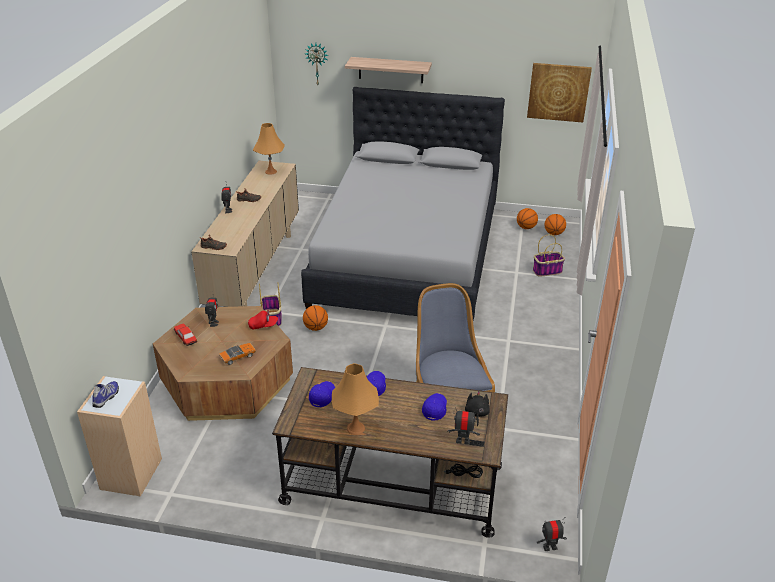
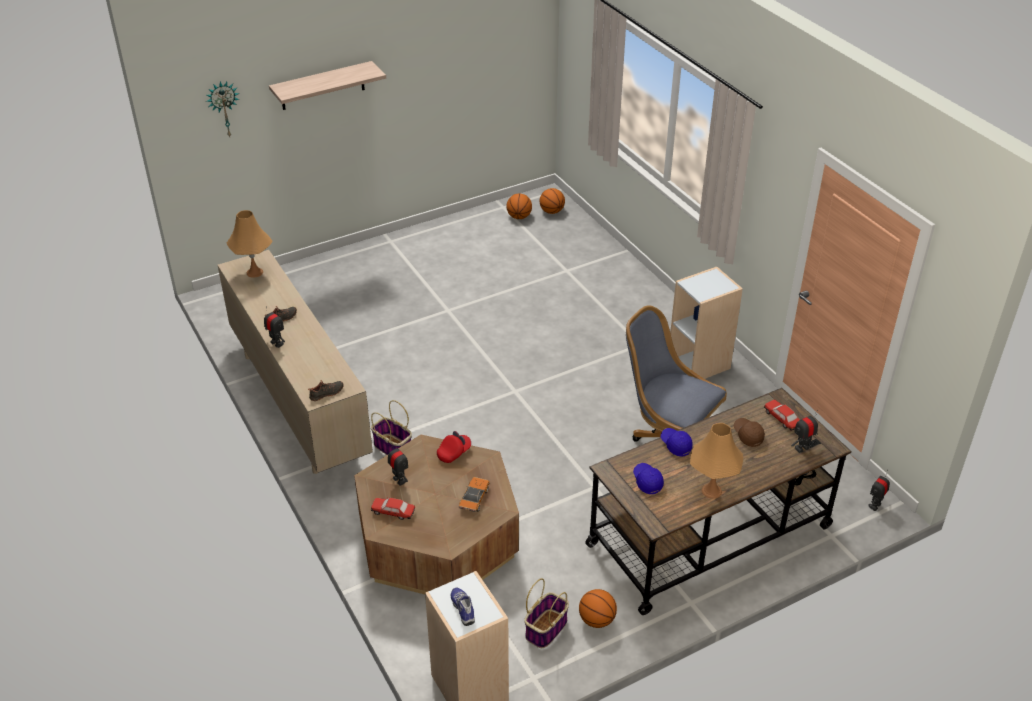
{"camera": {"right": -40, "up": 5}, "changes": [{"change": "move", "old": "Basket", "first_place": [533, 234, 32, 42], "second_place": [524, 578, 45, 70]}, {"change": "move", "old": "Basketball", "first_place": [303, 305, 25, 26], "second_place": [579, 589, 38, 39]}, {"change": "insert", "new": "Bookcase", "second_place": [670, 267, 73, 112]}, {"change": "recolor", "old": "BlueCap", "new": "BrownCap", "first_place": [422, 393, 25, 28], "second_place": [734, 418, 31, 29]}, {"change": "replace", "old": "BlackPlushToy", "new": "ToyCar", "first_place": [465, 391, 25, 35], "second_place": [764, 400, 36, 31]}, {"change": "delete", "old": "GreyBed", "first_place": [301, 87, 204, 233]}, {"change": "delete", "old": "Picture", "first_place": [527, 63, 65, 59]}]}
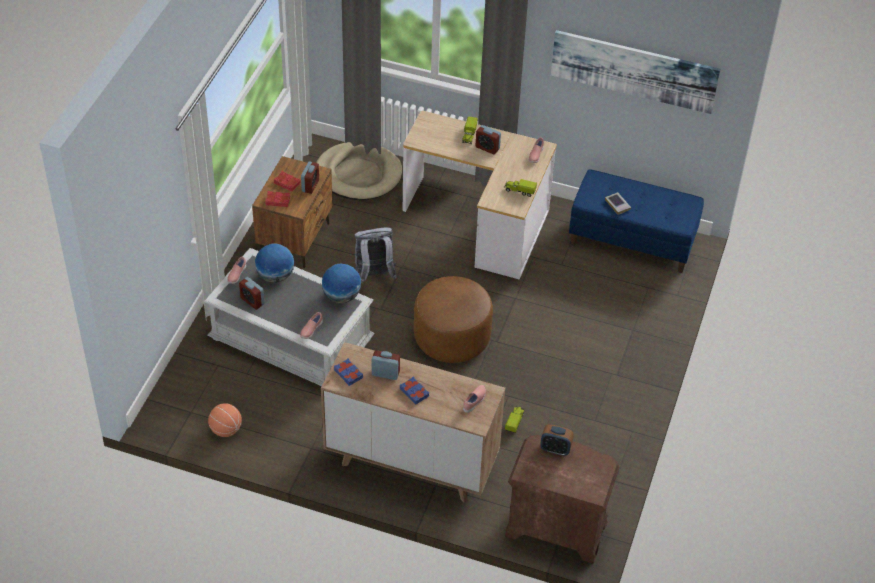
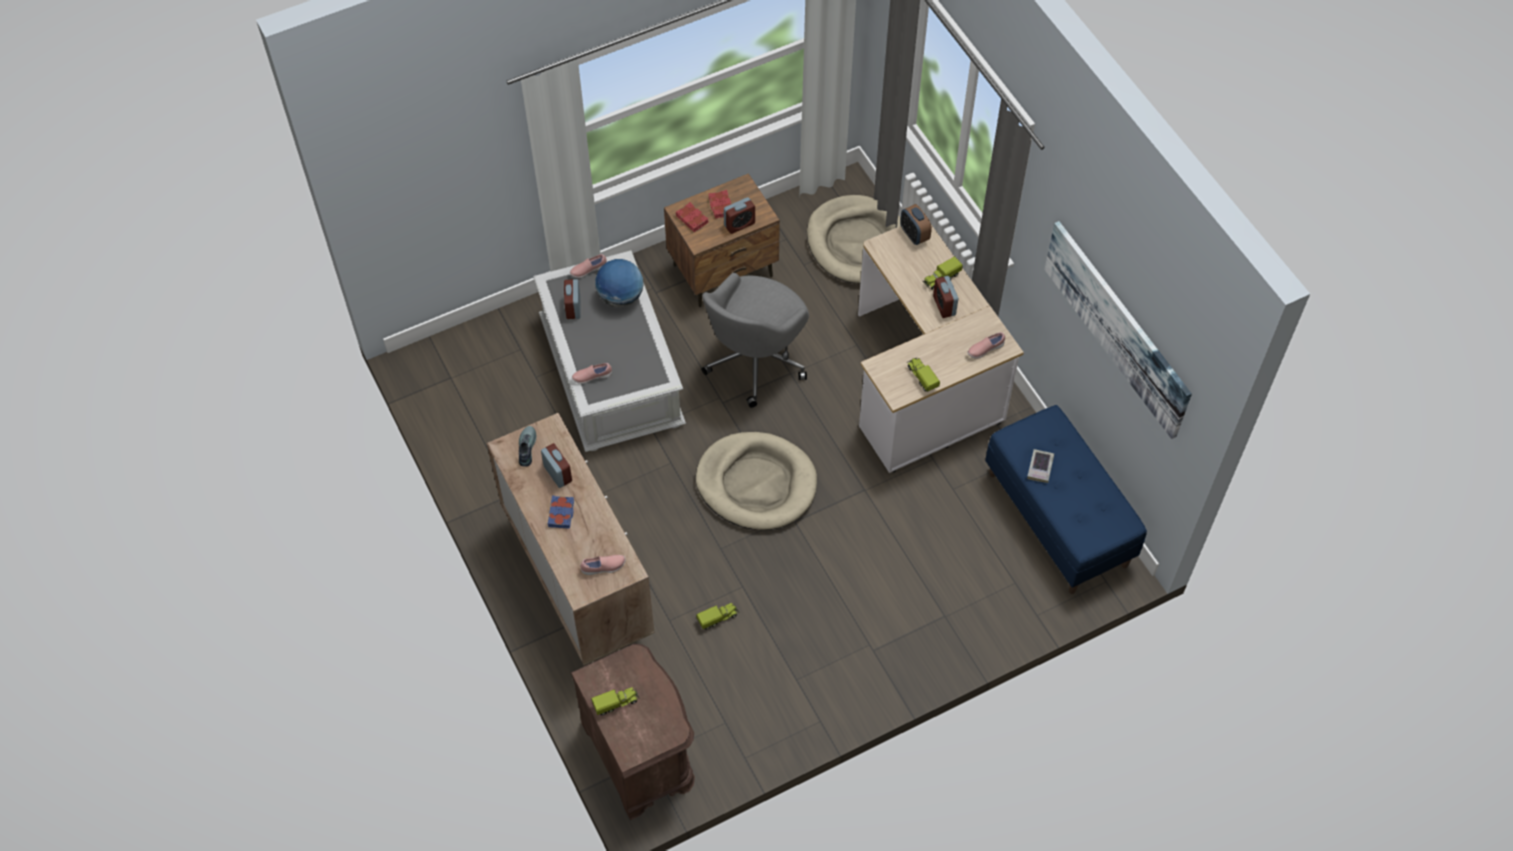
{"camera": {"right": 45, "up": 10}, "changes": [{"change": "replace", "old": "BlueBook", "new": "Shoe", "first_place": [334, 359, 29, 27], "second_place": [519, 426, 17, 41]}, {"change": "insert", "new": "ToyTruck", "second_place": [591, 687, 49, 28]}, {"change": "replace", "old": "BrownOttoman", "new": "BeigeDogBed", "first_place": [414, 276, 79, 87], "second_place": [696, 432, 121, 98]}, {"change": "replace", "old": "GreyBackpack", "new": "GreyOfficeChair", "first_place": [354, 228, 43, 56], "second_place": [701, 273, 108, 135]}, {"change": "move", "old": "AlarmClock", "first_place": [540, 424, 34, 32], "second_place": [900, 204, 32, 41]}, {"change": "delete", "old": "Basketball", "first_place": [208, 403, 34, 34]}, {"change": "delete", "old": "Globe", "first_place": [322, 264, 39, 39]}]}
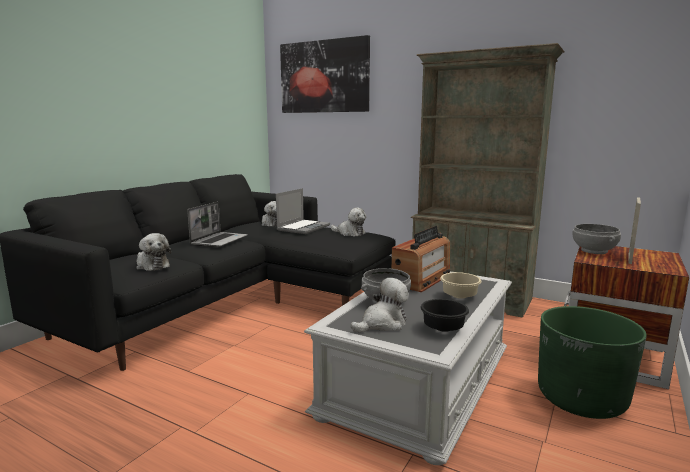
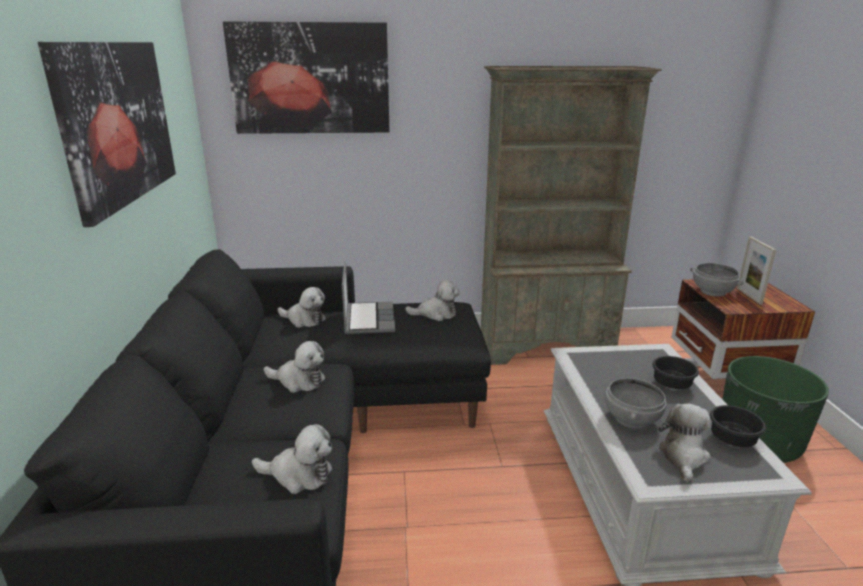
{"camera": {"right": -35, "up": 10}, "changes": [{"change": "insert", "new": "Picture", "second_place": [38, 42, 138, 185]}, {"change": "replace", "old": "Laptop", "new": "PlushToy", "first_place": [187, 201, 61, 46], "second_place": [264, 341, 61, 52]}, {"change": "recolor", "old": "BeigeBowl", "new": "BlackBowl", "first_place": [440, 272, 41, 27], "second_place": [652, 356, 47, 33]}, {"change": "delete", "old": "Radio", "first_place": [391, 226, 59, 66]}]}
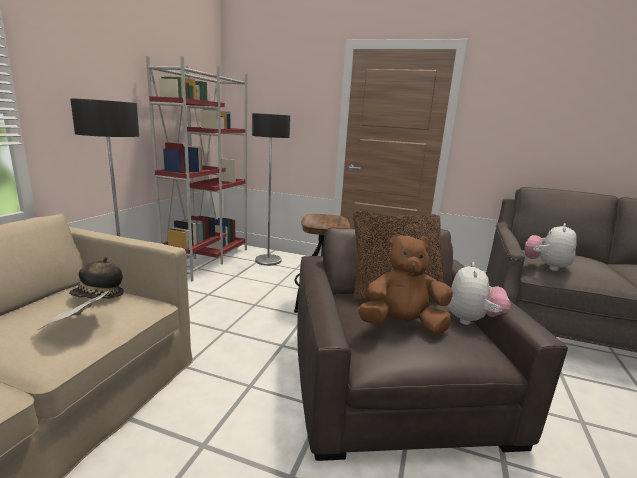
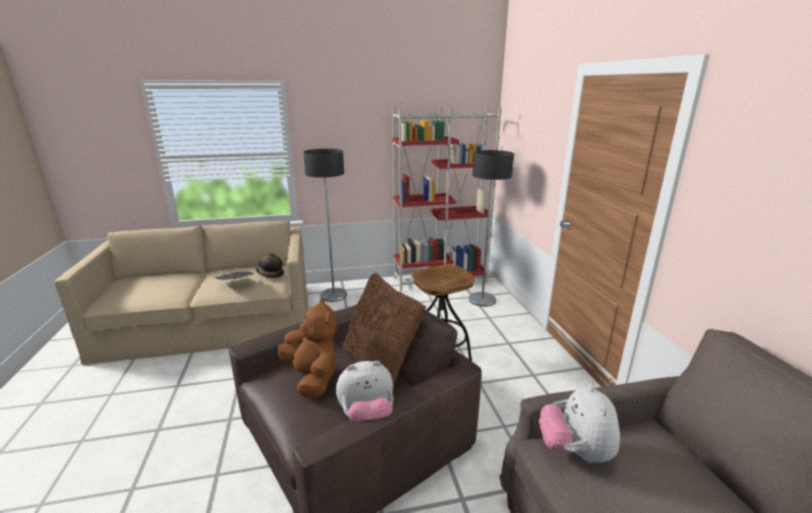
{"camera": {"right": 60, "up": 5}, "changes": [{"change": "rotate", "old": "PlushToy", "first_place": [525, 223, 52, 48], "second_place": [539, 384, 81, 79], "degrees": -90}]}
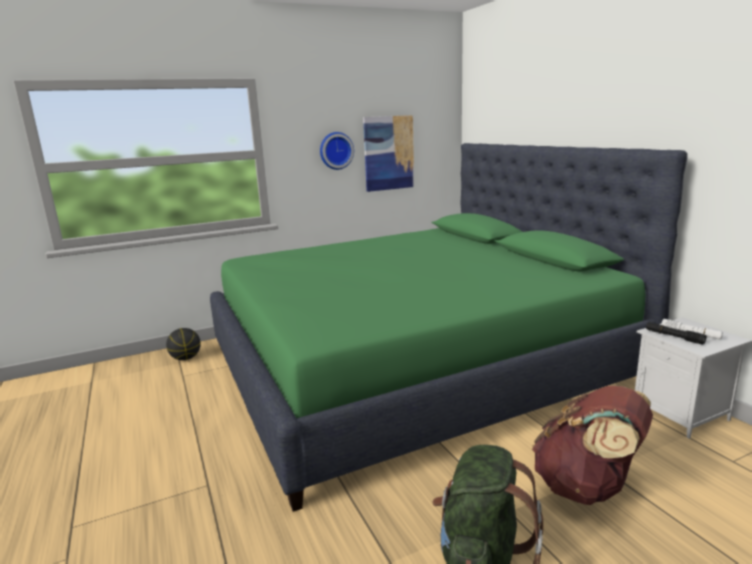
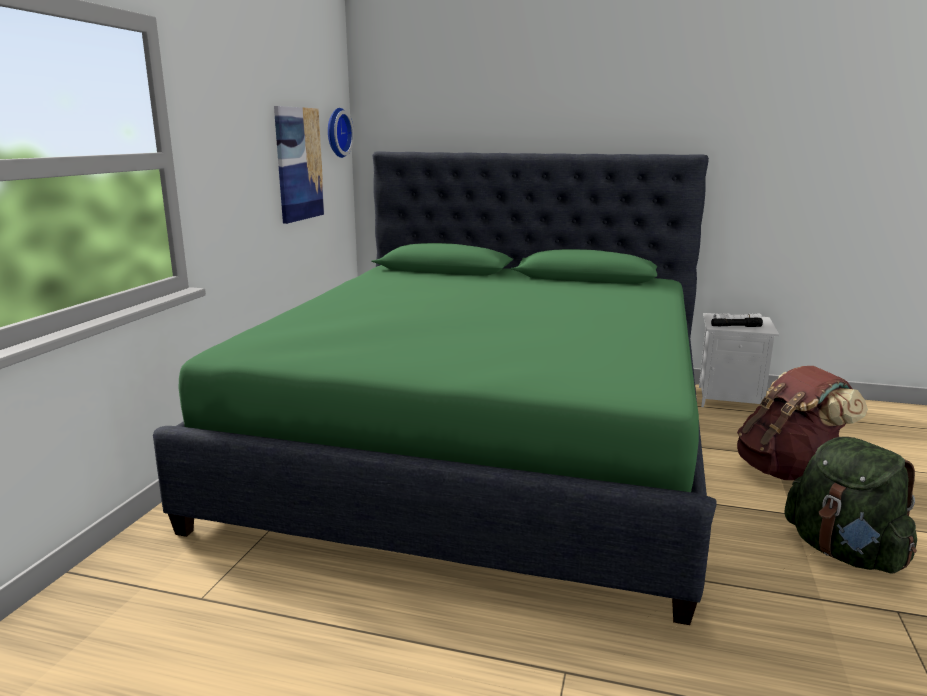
{"camera": {"right": -50, "up": 0}, "changes": [{"change": "move", "old": "WallClock", "first_place": [320, 132, 34, 38], "second_place": [328, 108, 26, 50]}, {"change": "delete", "old": "Basketball", "first_place": [166, 328, 35, 32]}]}
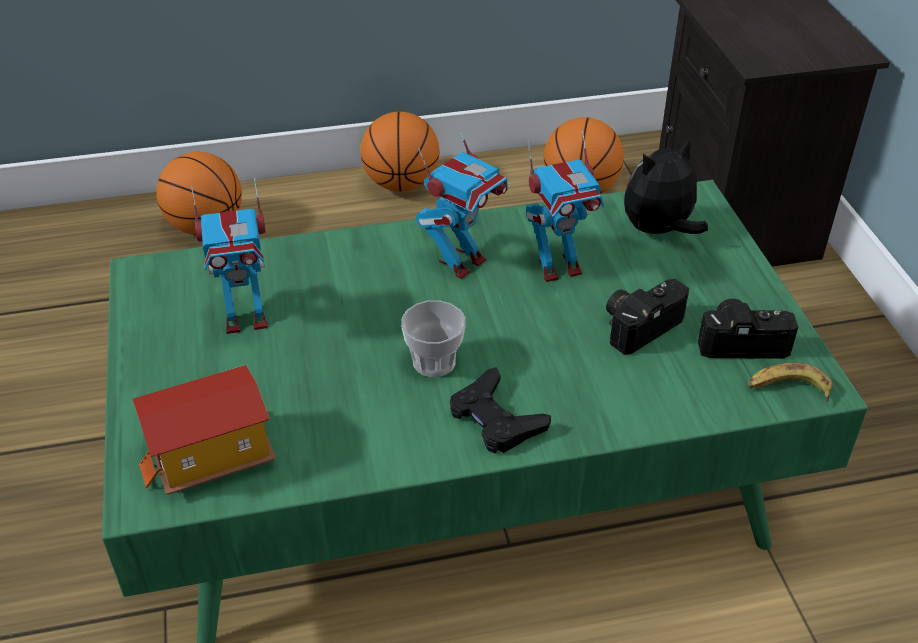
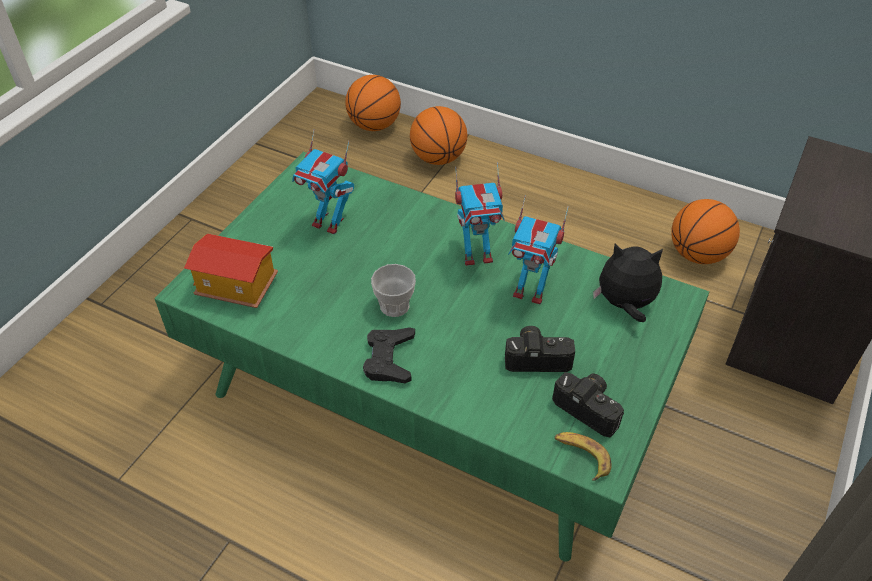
{"camera": {"right": 40, "up": 5}, "changes": [{"change": "move", "old": "Basketball", "first_place": [360, 112, 79, 79], "second_place": [345, 75, 56, 56]}]}
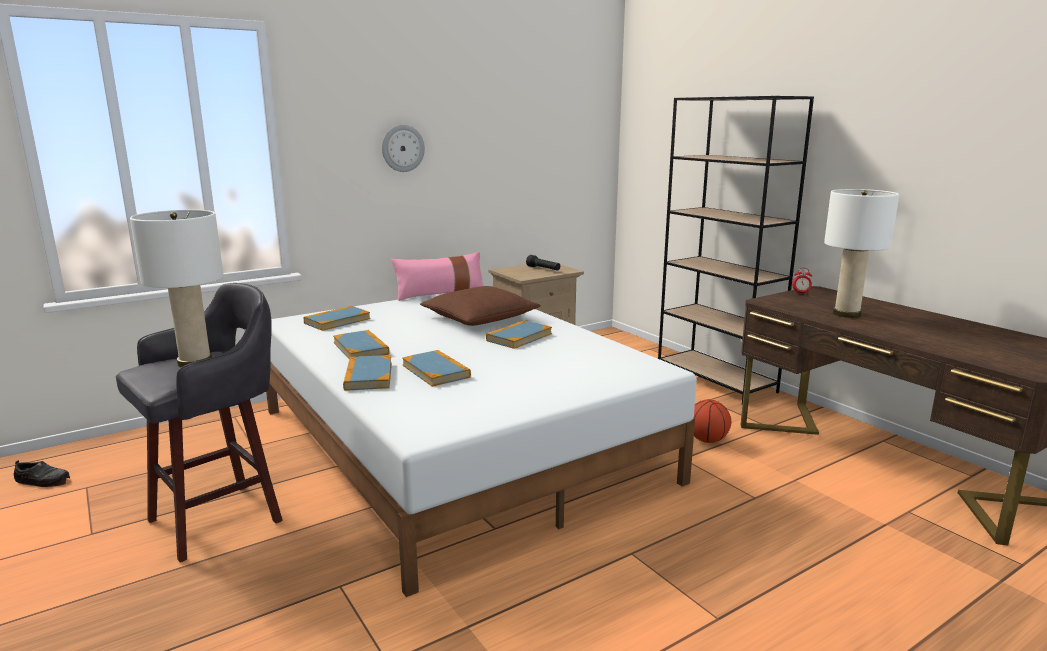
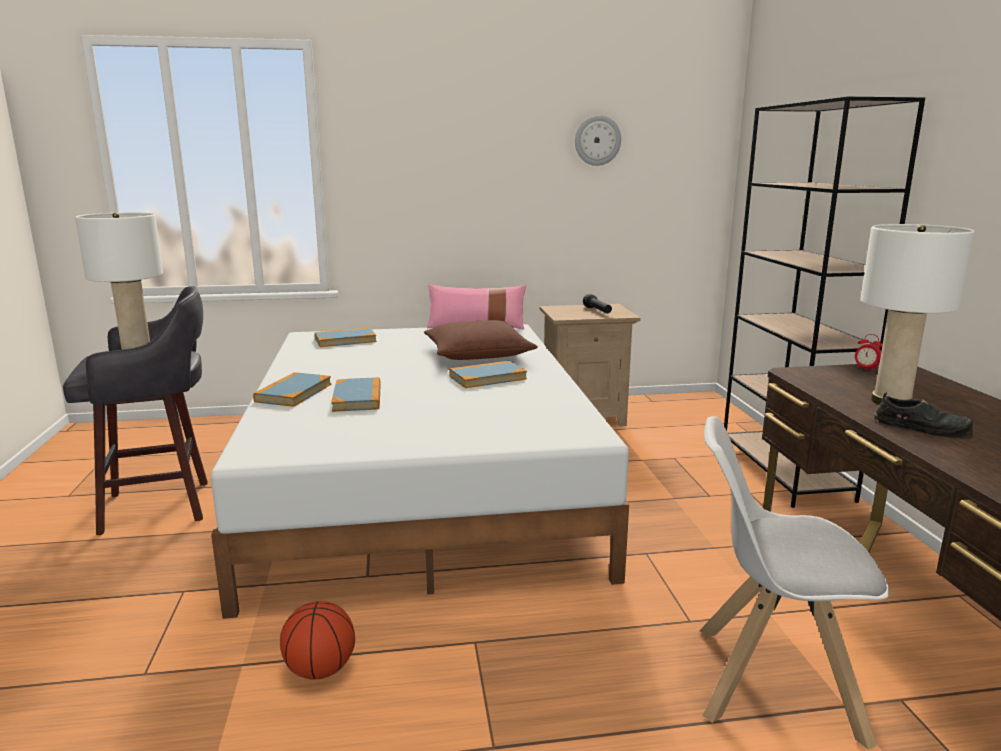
{"camera": {"right": 25, "up": 0}, "changes": [{"change": "move", "old": "Basketball", "first_place": [693, 399, 38, 44], "second_place": [280, 601, 75, 79]}, {"change": "move", "old": "WallClock", "first_place": [382, 125, 43, 47], "second_place": [575, 115, 46, 51]}, {"change": "insert", "new": "Chair", "second_place": [700, 416, 190, 334]}, {"change": "move", "old": "BlackShoe", "first_place": [14, 460, 56, 27], "second_place": [874, 392, 99, 47]}, {"change": "delete", "old": "Book", "first_place": [333, 330, 57, 29]}]}
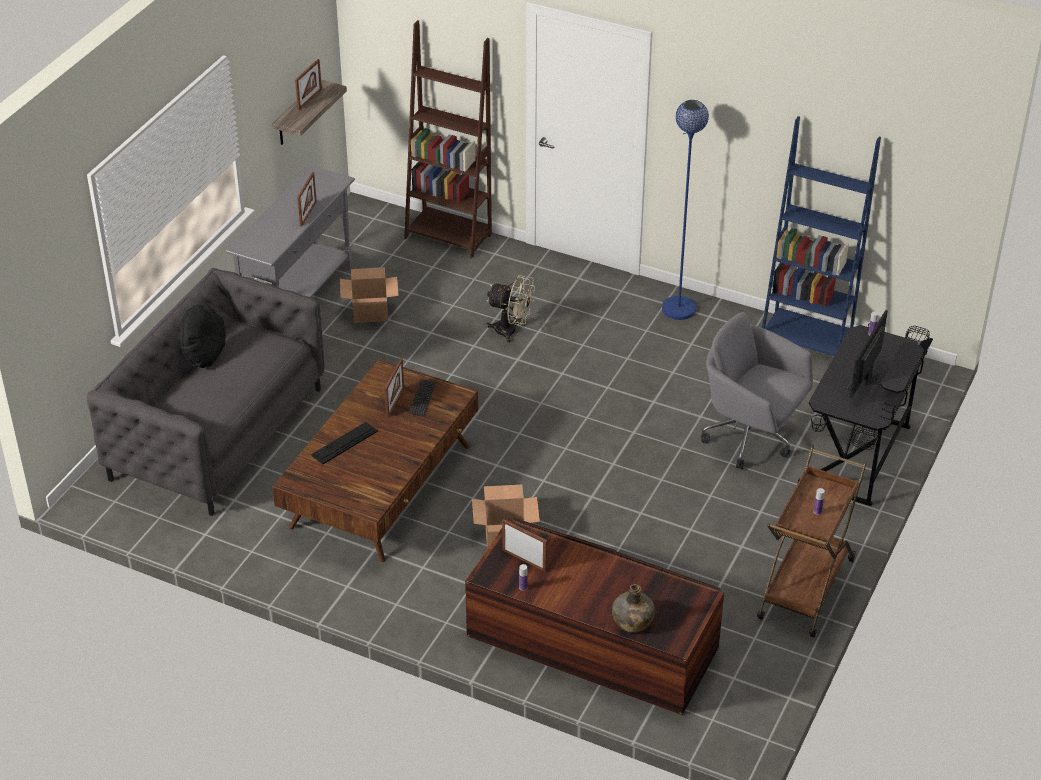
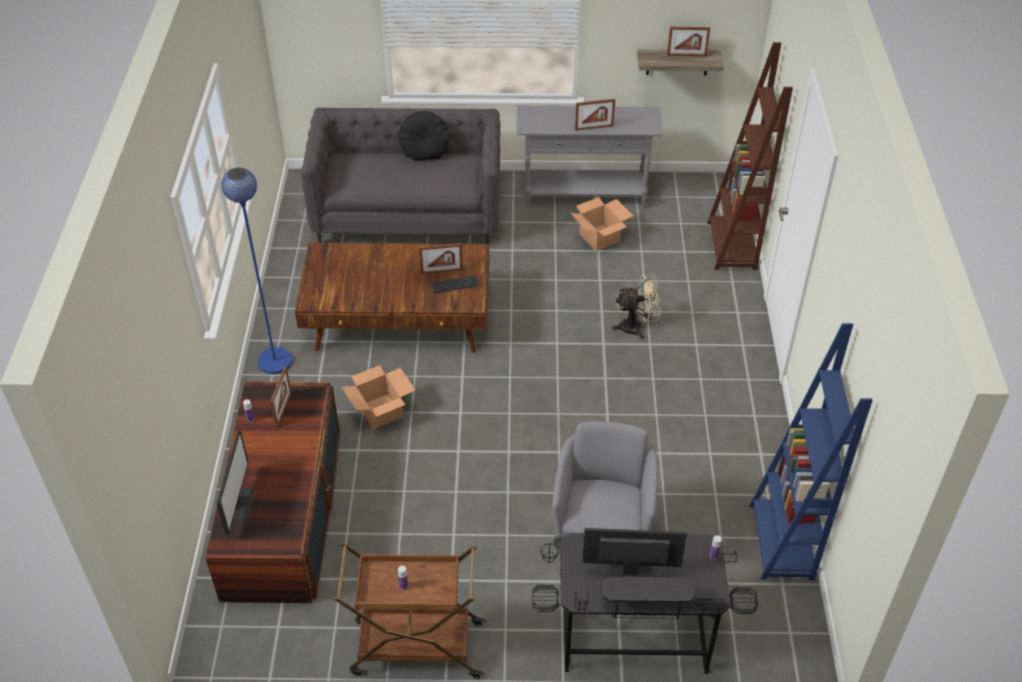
{"camera": {"right": 65, "up": 5}, "changes": [{"change": "replace", "old": "GreenBottle", "new": "Monitor", "first_place": [612, 584, 43, 49], "second_place": [217, 429, 38, 106]}, {"change": "move", "old": "BlueFloorLamp", "first_place": [662, 100, 47, 220], "second_place": [222, 168, 70, 206]}, {"change": "rotate", "old": "BeigeFan", "first_place": [486, 275, 49, 68], "second_place": [612, 274, 49, 65], "degrees": -90}, {"change": "delete", "old": "Keyboard", "first_place": [311, 422, 67, 42]}]}
